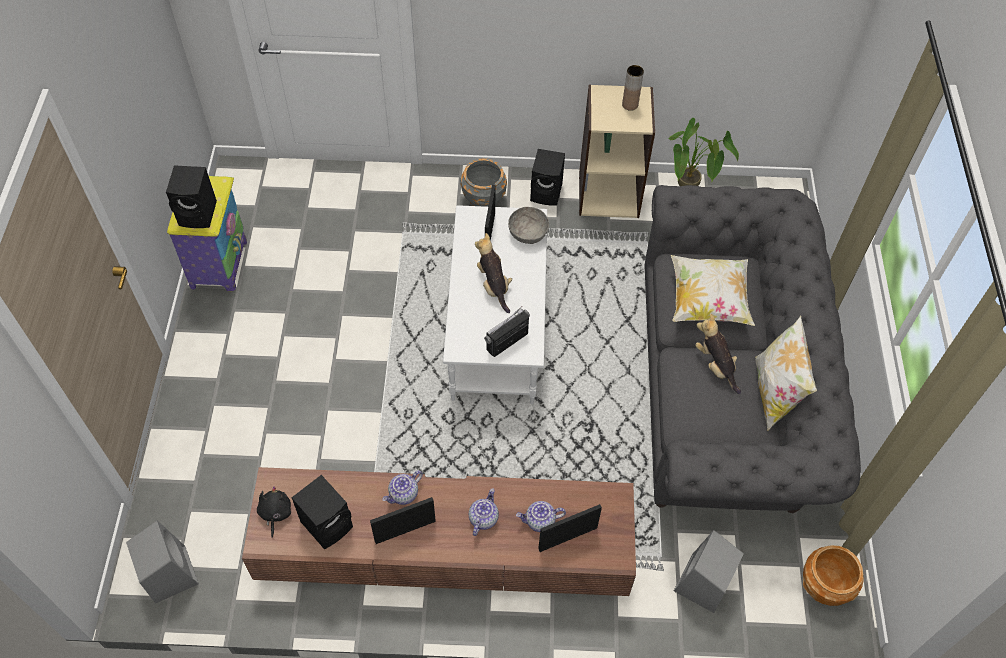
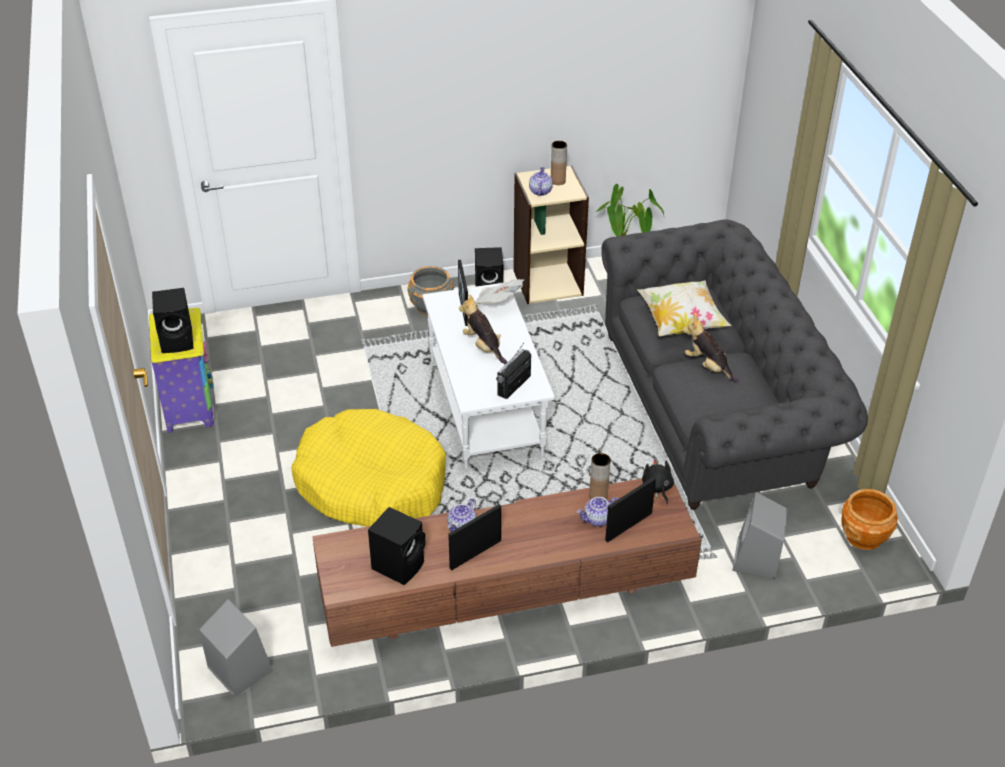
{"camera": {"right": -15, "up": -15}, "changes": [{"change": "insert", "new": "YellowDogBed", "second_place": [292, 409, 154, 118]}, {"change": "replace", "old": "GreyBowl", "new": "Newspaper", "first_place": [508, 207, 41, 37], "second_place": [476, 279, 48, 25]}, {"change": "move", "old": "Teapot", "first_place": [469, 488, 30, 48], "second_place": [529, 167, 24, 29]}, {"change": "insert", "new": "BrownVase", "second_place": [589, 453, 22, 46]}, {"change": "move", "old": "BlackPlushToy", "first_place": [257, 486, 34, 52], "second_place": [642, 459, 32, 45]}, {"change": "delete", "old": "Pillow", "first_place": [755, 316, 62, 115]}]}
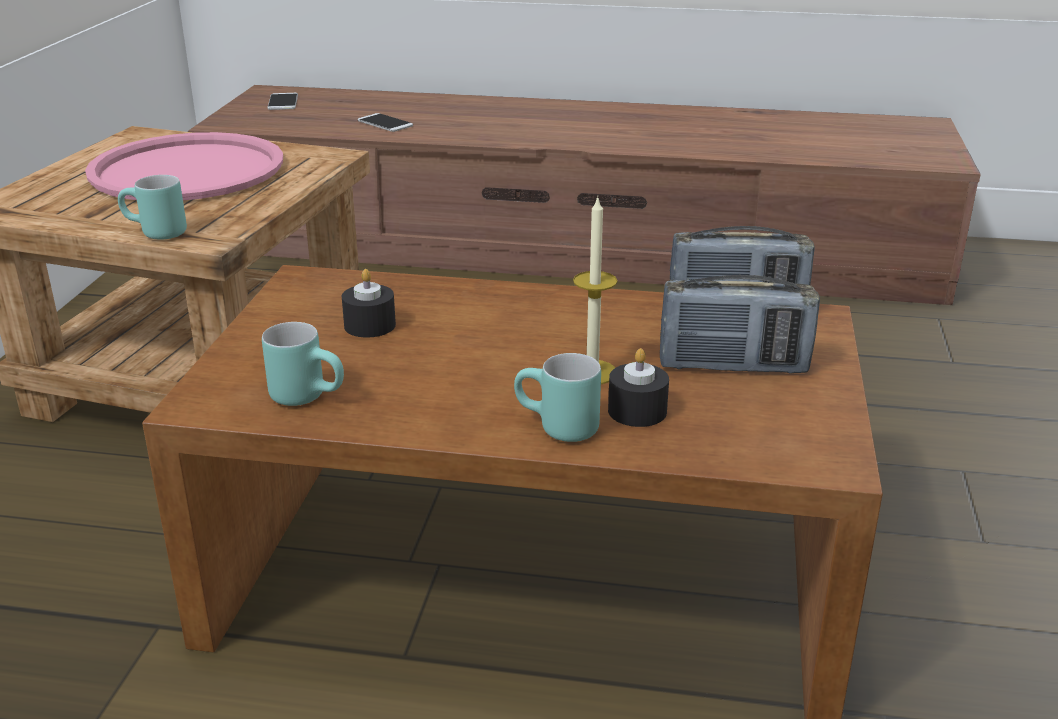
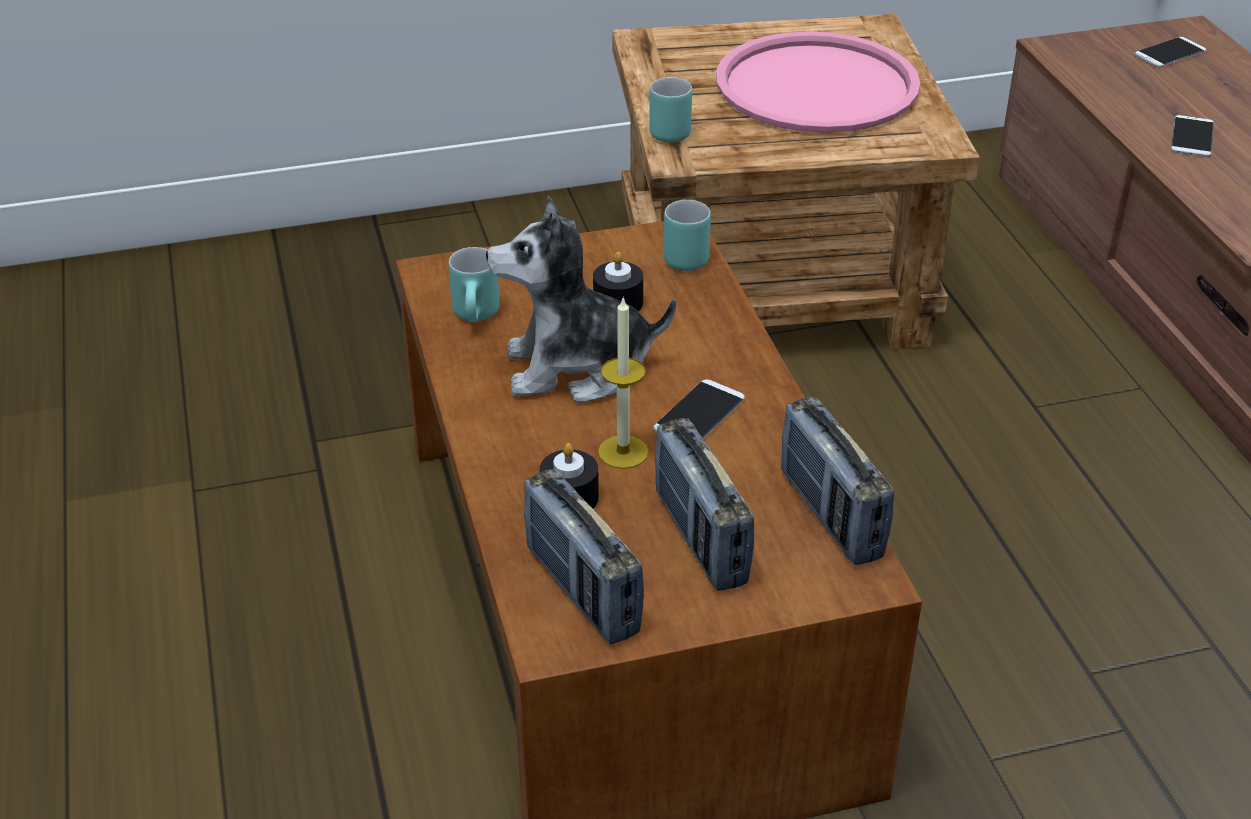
{"camera": {"right": 65, "up": 10}, "changes": [{"change": "insert", "new": "PlushToy", "second_place": [486, 196, 190, 207]}, {"change": "insert", "new": "Radio", "second_place": [524, 469, 120, 175]}, {"change": "insert", "new": "Phone", "second_place": [654, 379, 91, 60]}, {"change": "move", "old": "TurquoiseMug", "first_place": [514, 353, 87, 89], "second_place": [664, 199, 47, 72]}]}
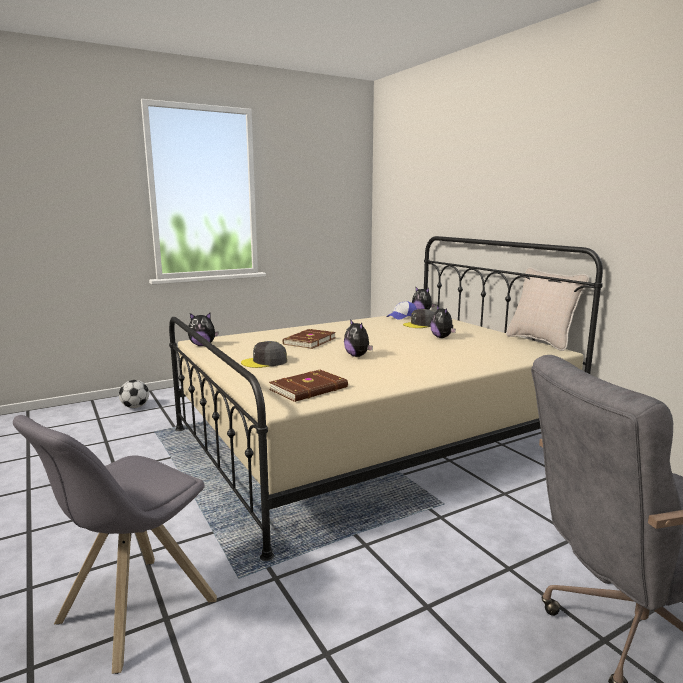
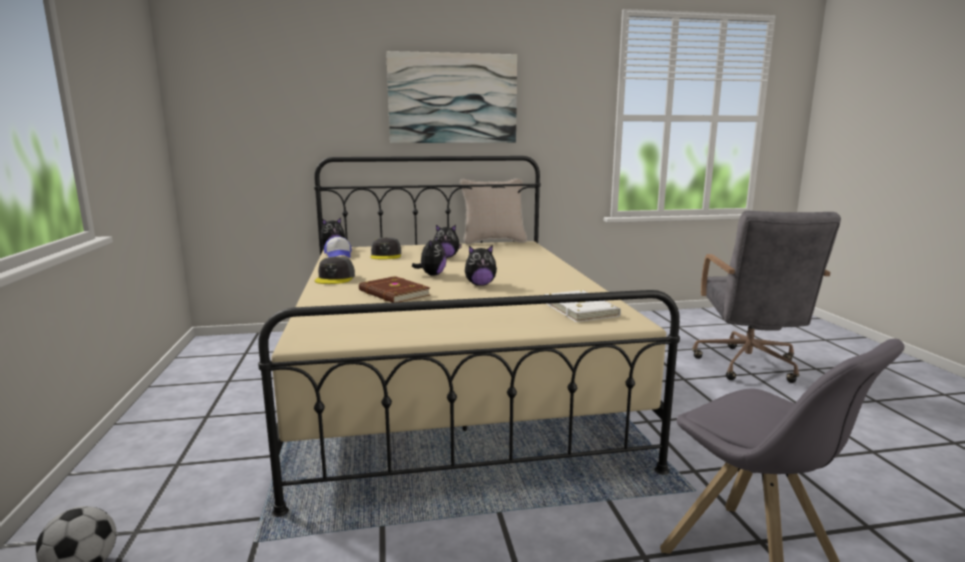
{"camera": {"right": -70, "up": 0}, "changes": [{"change": "move", "old": "GreyCap", "first_place": [241, 341, 46, 27], "second_place": [315, 257, 40, 27]}, {"change": "insert", "new": "Picture", "second_place": [386, 51, 131, 92]}, {"change": "move", "old": "PlushToy", "first_place": [188, 313, 31, 33], "second_place": [412, 236, 34, 40]}, {"change": "recolor", "old": "BrownBook", "new": "WhiteBook", "first_place": [269, 370, 79, 32], "second_place": [544, 290, 77, 32]}]}
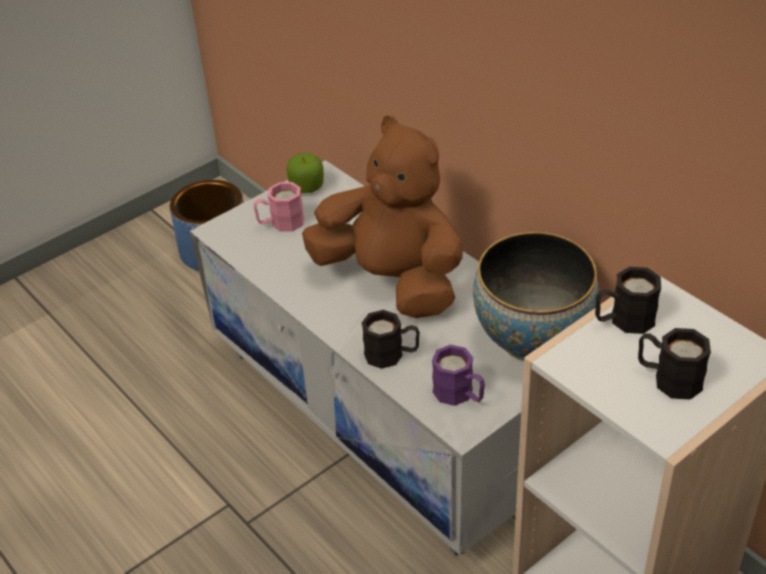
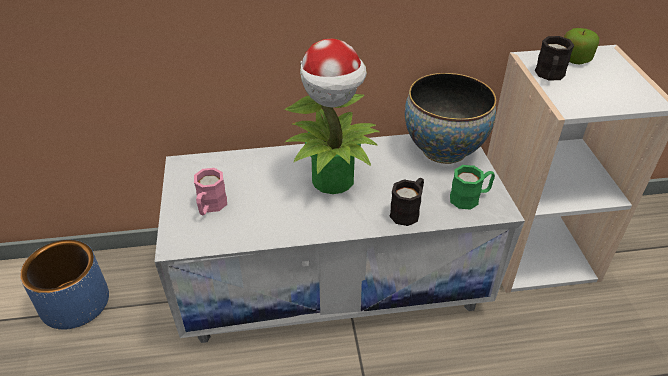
{"camera": {"right": -60, "up": 0}, "changes": [{"change": "replace", "old": "BrownPlushToy", "new": "PottedPlant", "first_place": [302, 116, 161, 202], "second_place": [284, 38, 95, 156]}, {"change": "recolor", "old": "PurpleMug", "new": "GreenMug", "first_place": [432, 345, 53, 61], "second_place": [450, 165, 45, 45]}, {"change": "move", "old": "Apple", "first_place": [287, 153, 37, 41], "second_place": [564, 28, 35, 36]}, {"change": "delete", "old": "BlackMug", "first_place": [638, 328, 73, 72]}]}
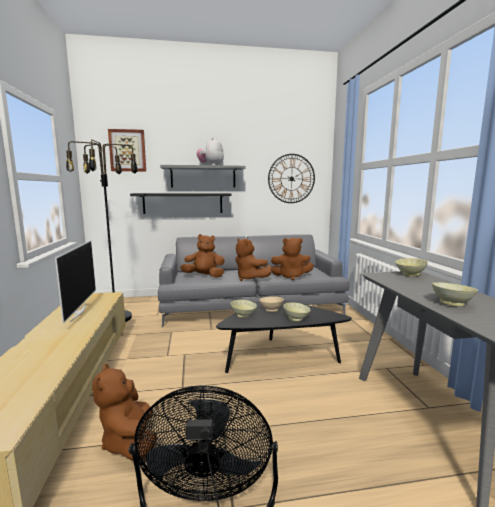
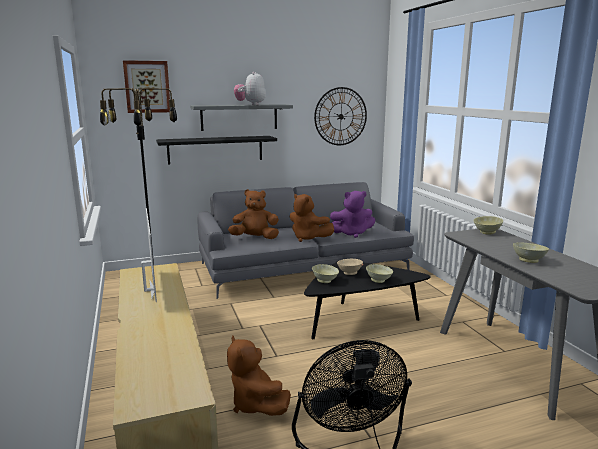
{"camera": {"right": -10, "up": 5}, "changes": [{"change": "recolor", "old": "BrownPlushToy", "new": "PurplePlushToy", "first_place": [271, 238, 43, 42], "second_place": [330, 191, 45, 47]}]}
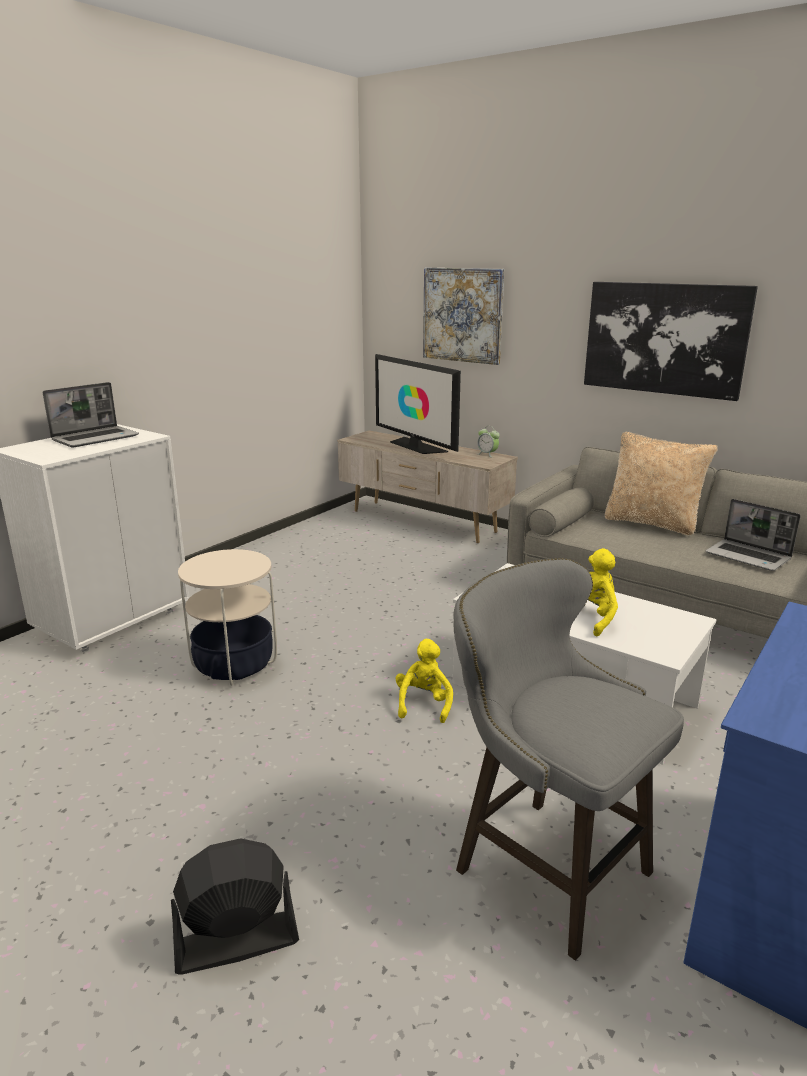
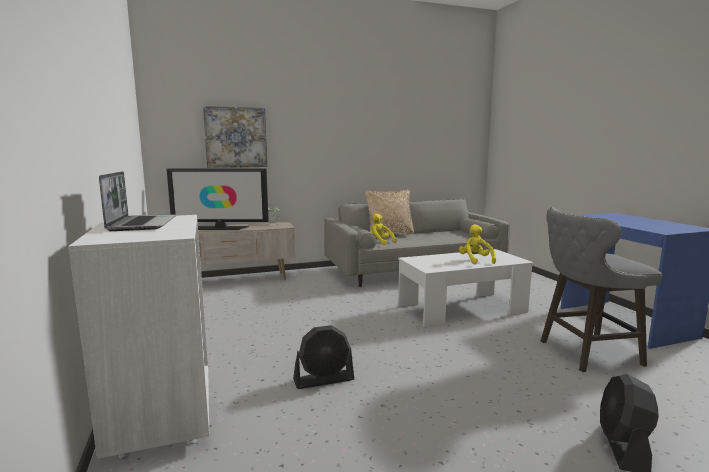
{"camera": {"right": -55, "up": -10}, "changes": [{"change": "replace", "old": "BeigeSideTable", "new": "BlackFan", "first_place": [178, 549, 99, 137], "second_place": [293, 325, 61, 64]}, {"change": "move", "old": "YellowPlushToy", "first_place": [396, 639, 57, 84], "second_place": [370, 213, 27, 32]}, {"change": "delete", "old": "Picture", "first_place": [584, 282, 174, 119]}, {"change": "delete", "old": "Laptop", "first_place": [705, 499, 96, 72]}]}
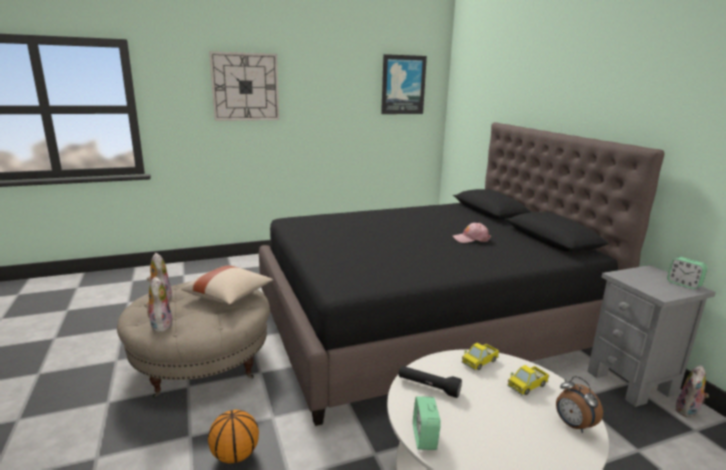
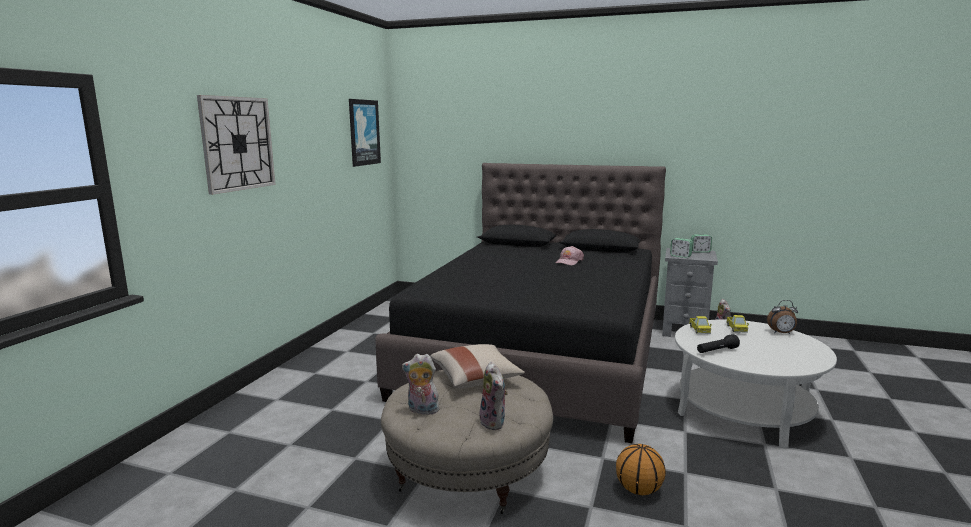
{"camera": {"right": -50, "up": -5}, "changes": [{"change": "rotate", "old": "PlushToy", "first_place": [144, 276, 29, 56], "second_place": [480, 362, 28, 68], "degrees": -135}, {"change": "move", "old": "AlarmClock", "first_place": [413, 396, 28, 54], "second_place": [670, 238, 23, 20]}]}
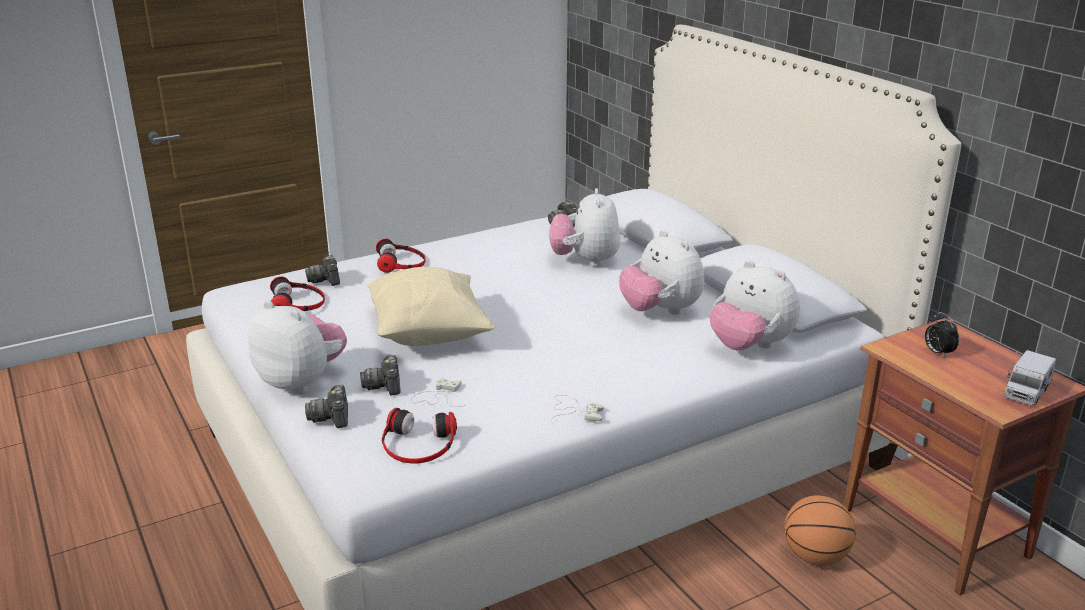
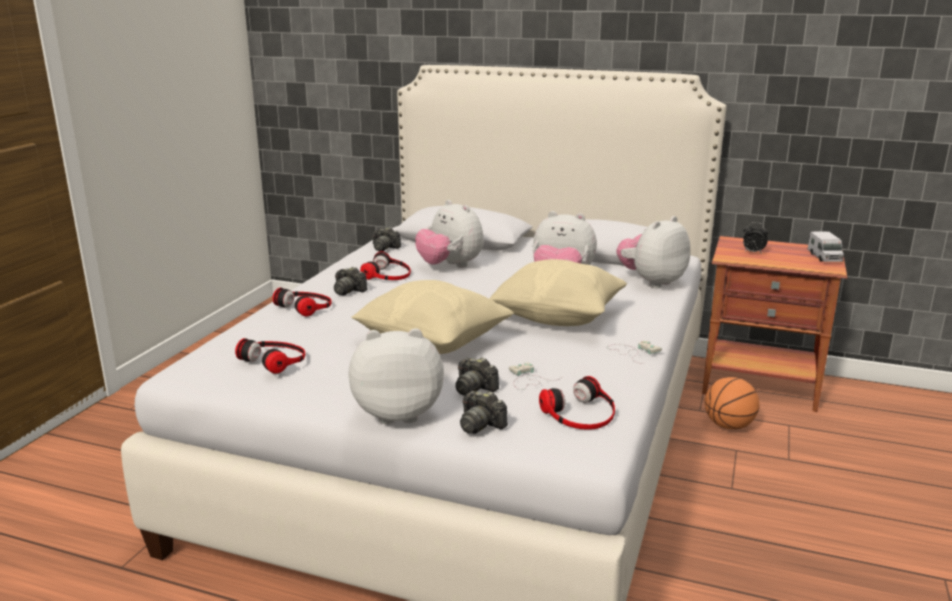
{"camera": {"right": -40, "up": -5}, "changes": [{"change": "move", "old": "PhotoCamera", "first_place": [305, 255, 35, 31], "second_place": [334, 267, 34, 29]}, {"change": "insert", "new": "Headphones", "second_place": [360, 251, 51, 29]}, {"change": "insert", "new": "BeigePillow", "second_place": [489, 259, 138, 67]}, {"change": "rotate", "old": "PlushToy", "first_place": [710, 260, 90, 90], "second_place": [616, 216, 74, 72], "degrees": 135}]}
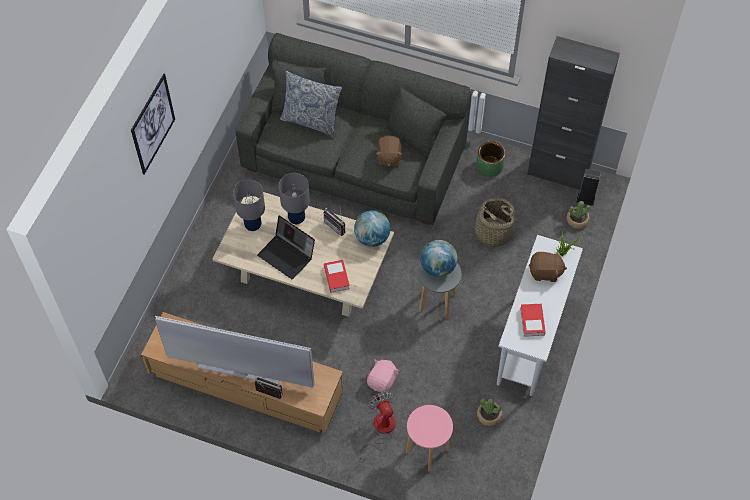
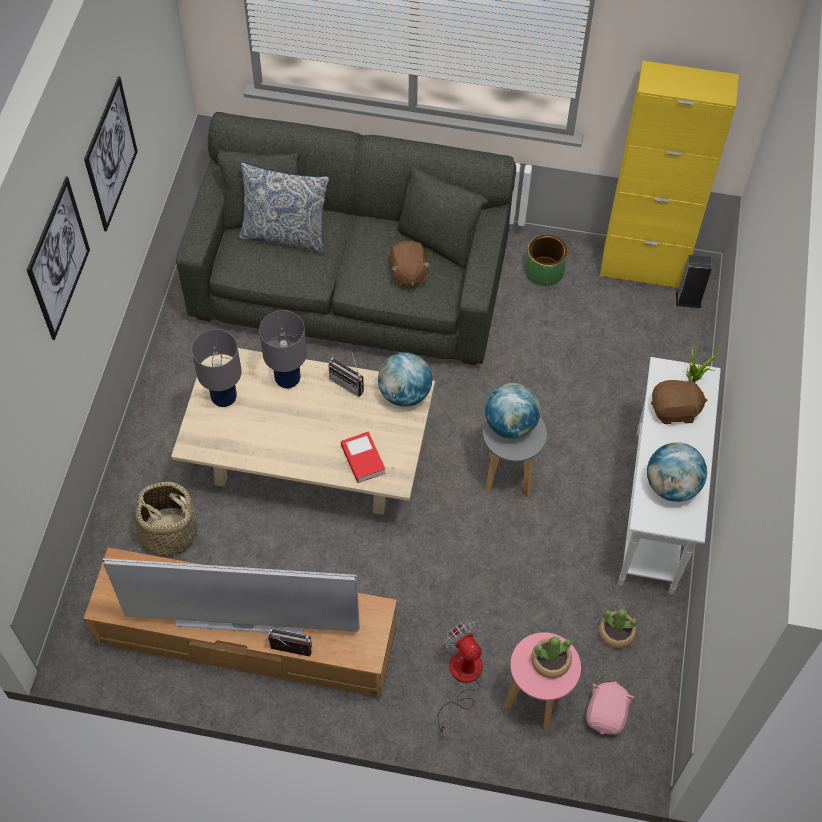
{"camera": {"right": -10, "up": 0}, "changes": [{"change": "insert", "new": "Picture", "second_place": [84, 76, 54, 156]}, {"change": "move", "old": "Basket", "first_place": [467, 198, 50, 49], "second_place": [123, 482, 82, 75]}, {"change": "move", "old": "PottedPlant", "first_place": [567, 201, 23, 28], "second_place": [531, 636, 41, 42]}, {"change": "move", "old": "PinkPlushToy", "first_place": [367, 359, 32, 34], "second_place": [586, 681, 49, 54]}, {"change": "recolor", "old": "BlackCabinet", "new": "YellowCabinet", "first_place": [527, 36, 93, 154], "second_place": [600, 61, 139, 227]}, {"change": "replace", "old": "Book", "new": "Globe", "first_place": [520, 304, 26, 33], "second_place": [647, 442, 60, 60]}, {"change": "delete", "old": "Laptop", "first_place": [257, 216, 58, 64]}]}
